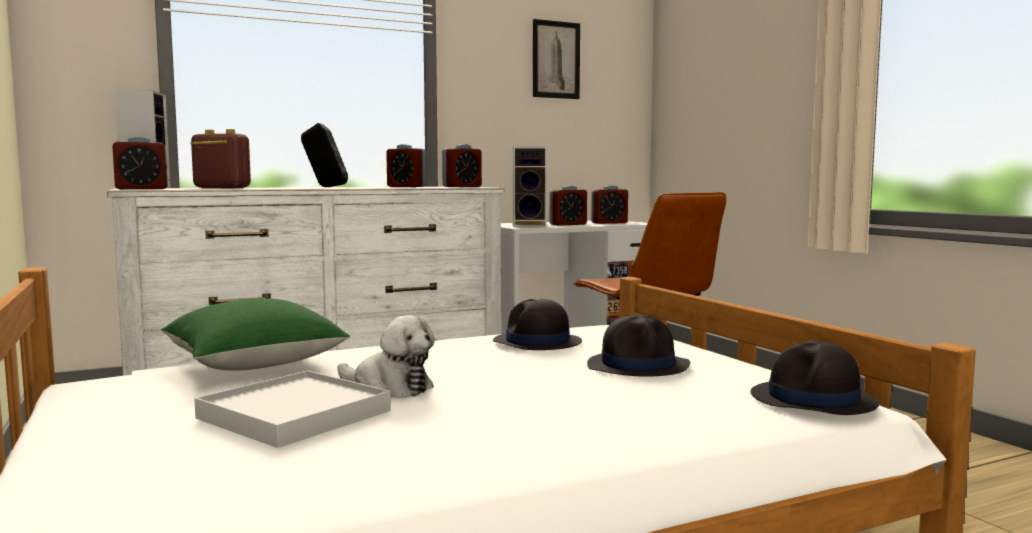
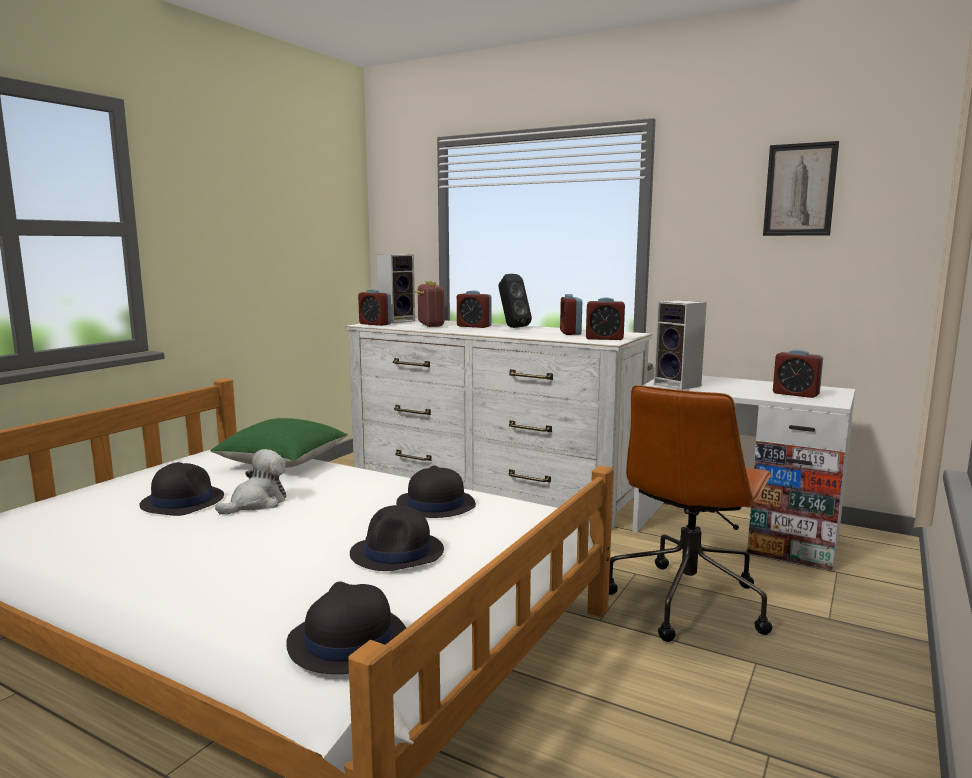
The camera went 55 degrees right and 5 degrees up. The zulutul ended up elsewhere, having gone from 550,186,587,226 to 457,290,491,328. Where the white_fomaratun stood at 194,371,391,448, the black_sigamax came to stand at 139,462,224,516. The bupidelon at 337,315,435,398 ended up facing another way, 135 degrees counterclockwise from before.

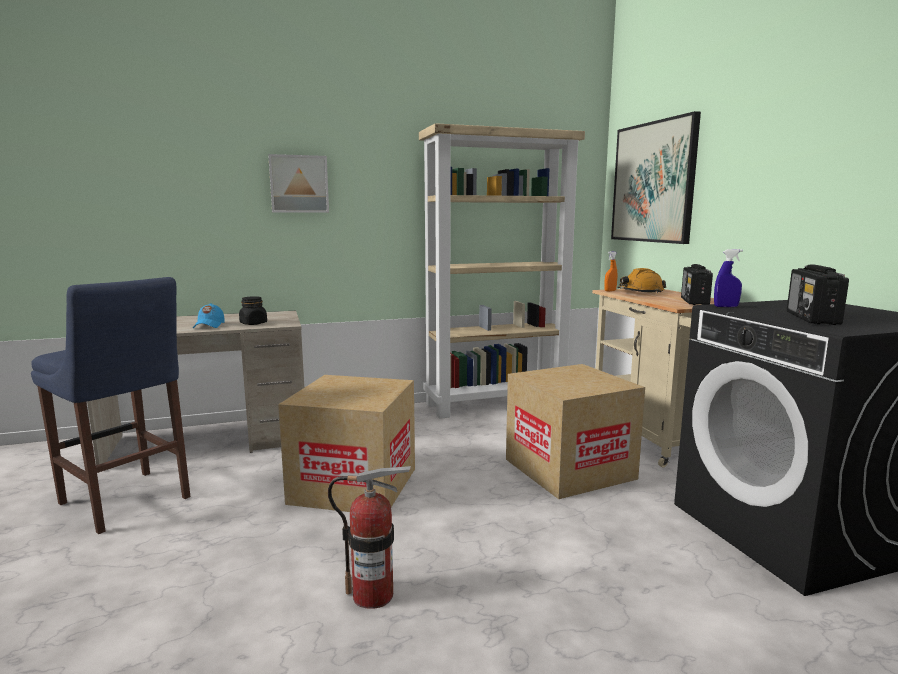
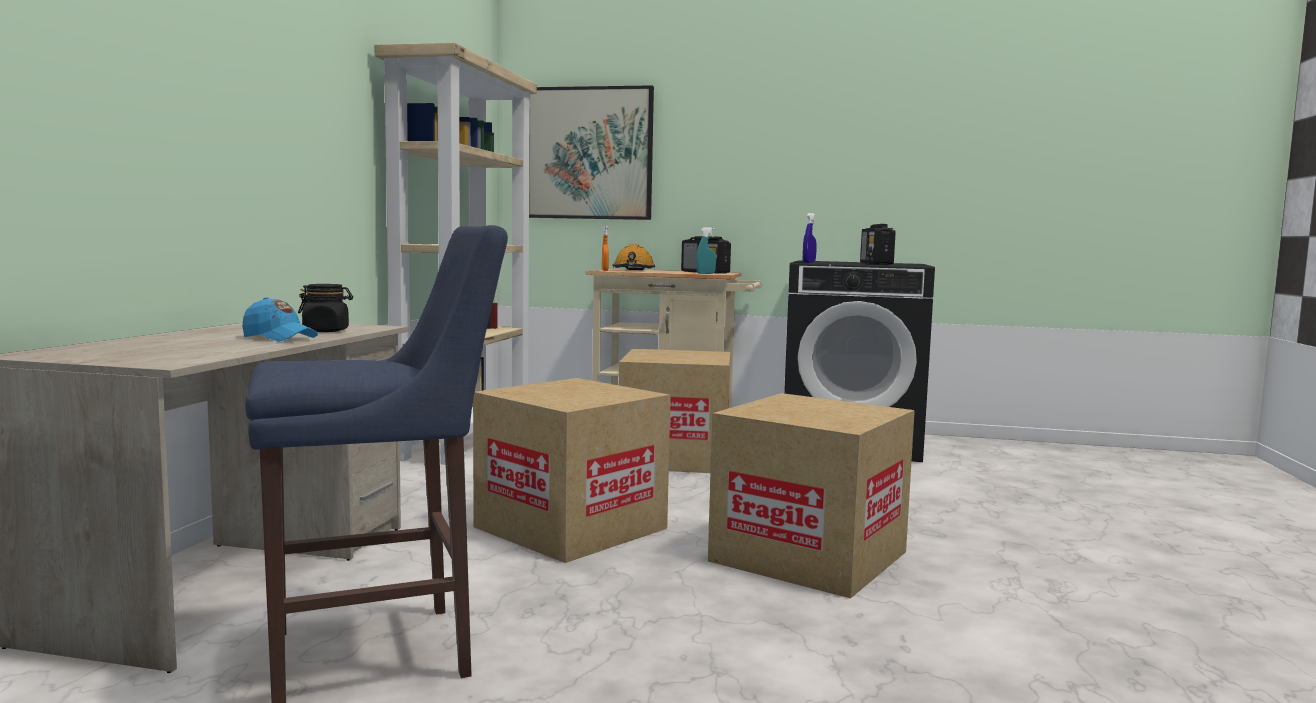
The camera went 60 degrees left and 5 degrees down. The second view lost the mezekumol at 268,154,329,213. The second view gained the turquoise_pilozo at 696,228,716,274. Where the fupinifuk stood at 328,466,411,609, the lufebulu came to stand at 708,393,915,598. The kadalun at 787,264,849,325 ended up facing another way, 45 degrees clockwise from before.

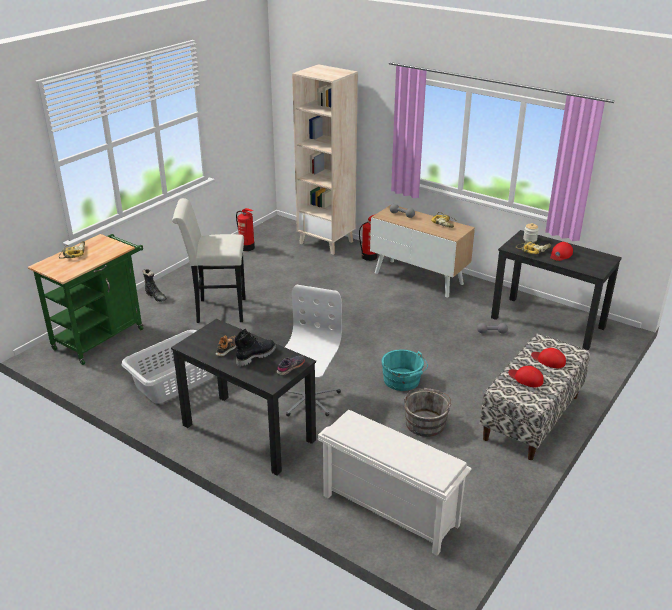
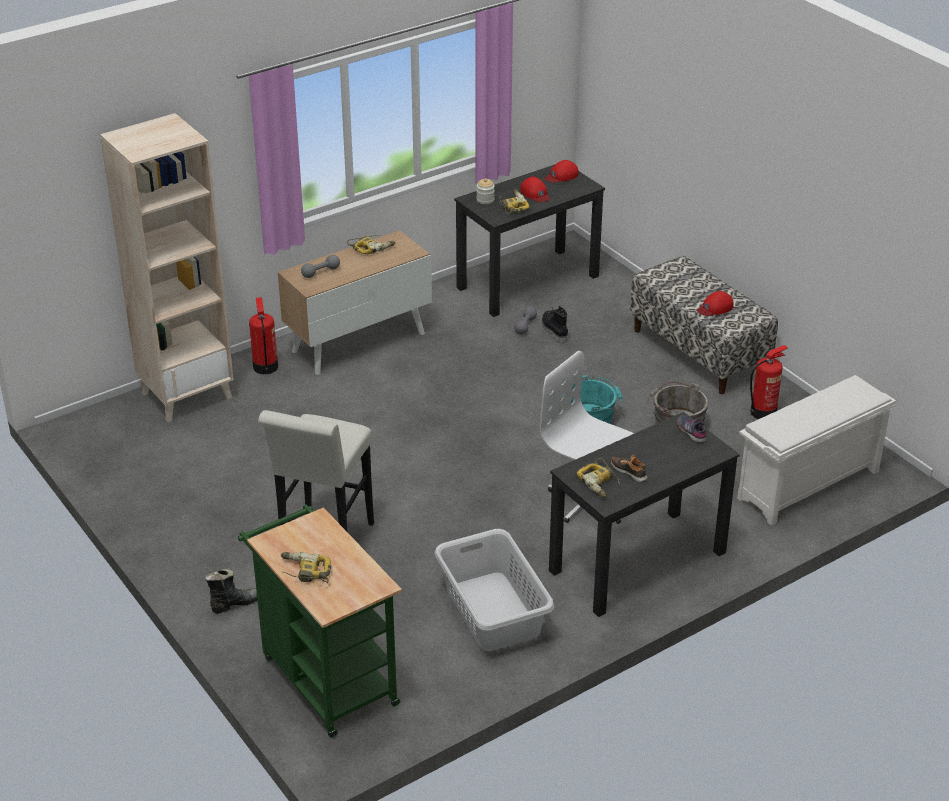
The camera went 70 degrees left and 5 degrees up. The second view gained the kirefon at 577,457,620,498. The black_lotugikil ended up elsewhere, having gone from 234,328,276,366 to 542,306,568,343. The fupinifuk ended up elsewhere, having gone from 236,208,255,251 to 750,345,788,419. The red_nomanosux ended up elsewhere, having gone from 531,348,566,368 to 544,160,579,183.

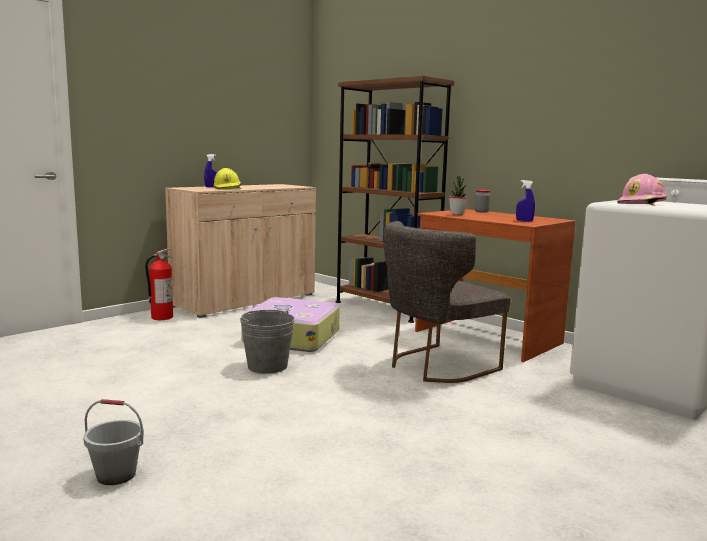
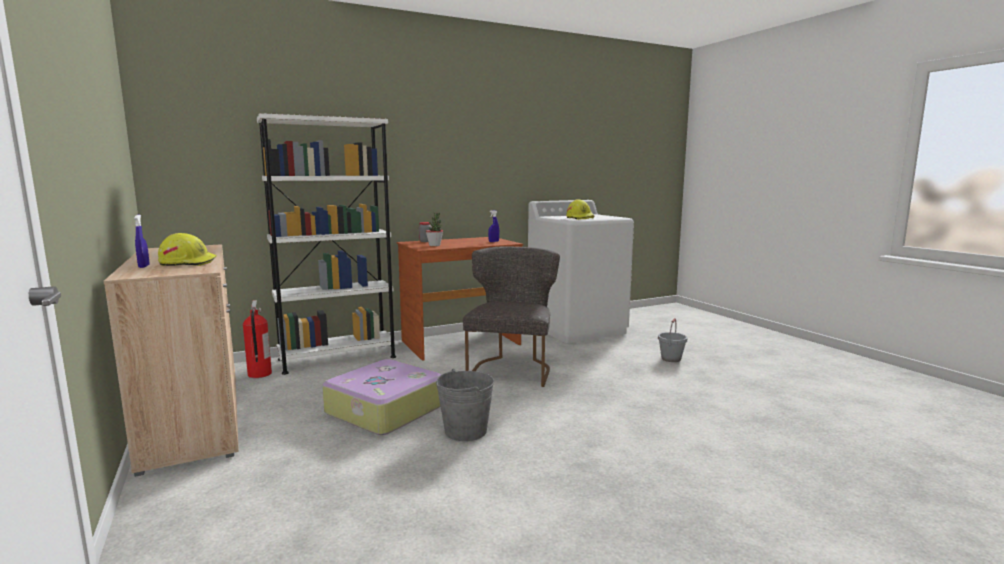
The camera went 70 degrees left and 0 degrees up. The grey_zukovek ended up elsewhere, having gone from 83,399,144,485 to 658,318,688,362. The fupinifuk ended up elsewhere, having gone from 145,248,174,320 to 243,300,272,378. What was the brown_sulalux at 336,76,454,323 turned into the white_sulalux at 257,113,396,375. What was the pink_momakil at 617,174,667,206 turned into the yellow_momakil at 566,199,594,220. The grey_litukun at 383,221,511,383 ended up facing another way, 150 degrees counterclockwise from before.

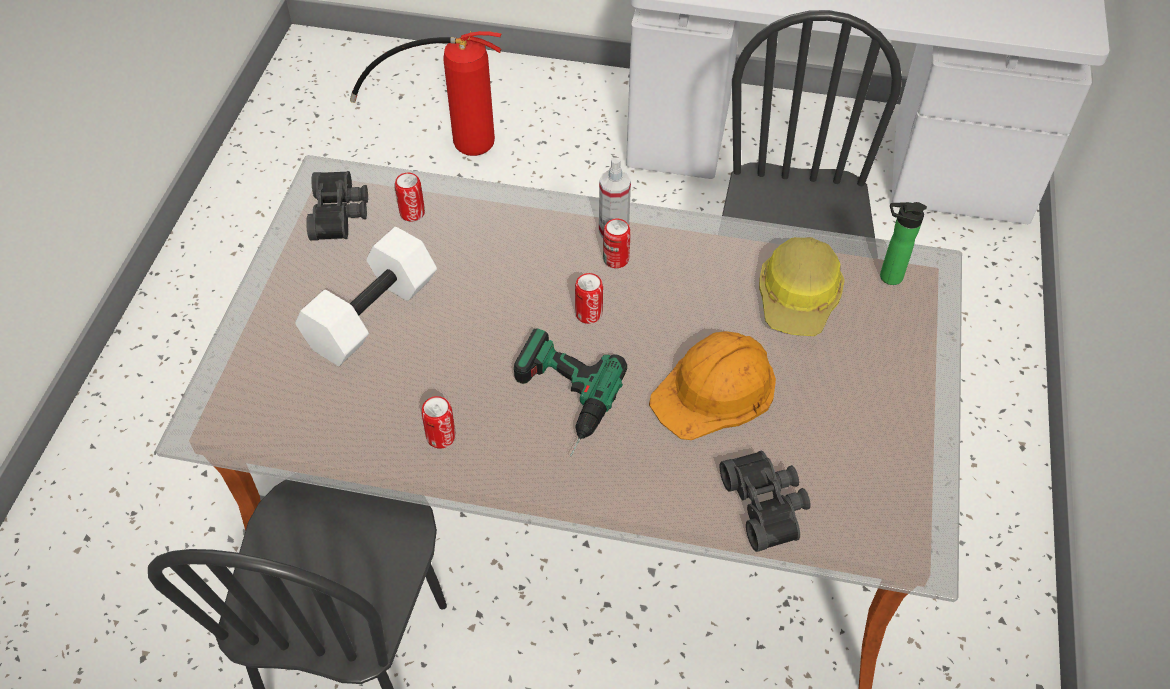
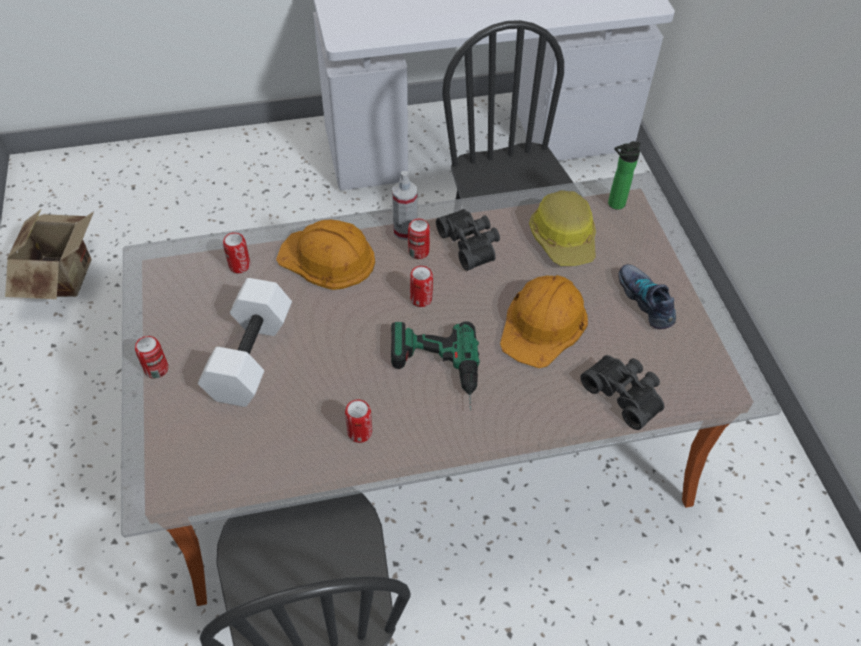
The camera went 25 degrees left and 0 degrees up. The second view lost the fupinifuk at 350,31,501,156. The second view gained the lufebulu at 5,208,94,299. The second view gained the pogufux at 135,336,168,379. The second view gained the orange_momakil at 276,219,375,290. The second view gained the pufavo at 619,264,676,329. The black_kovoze ended up elsewhere, having gone from 306,171,368,240 to 436,209,500,271.

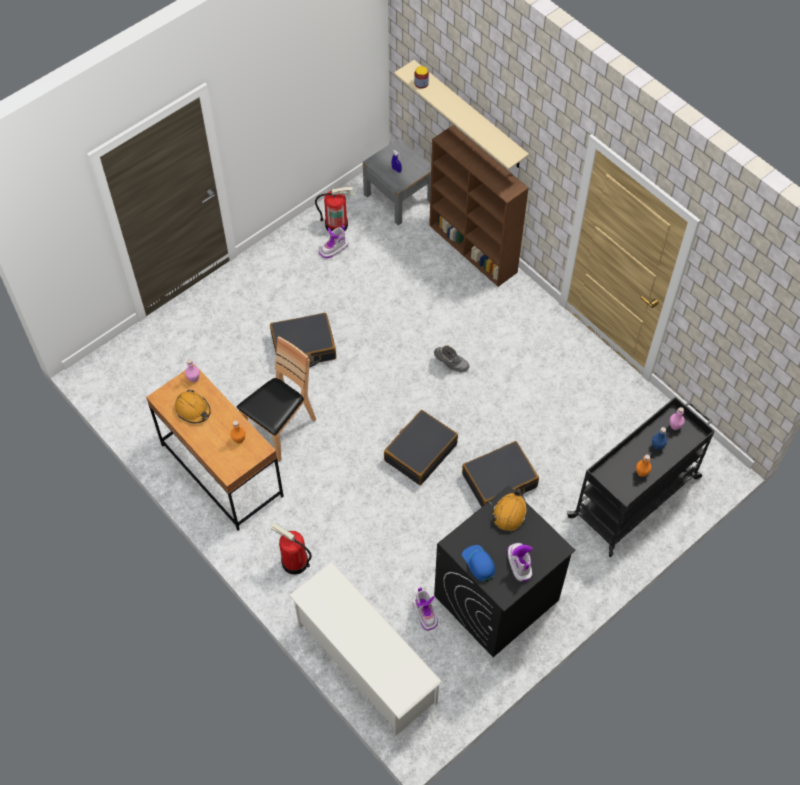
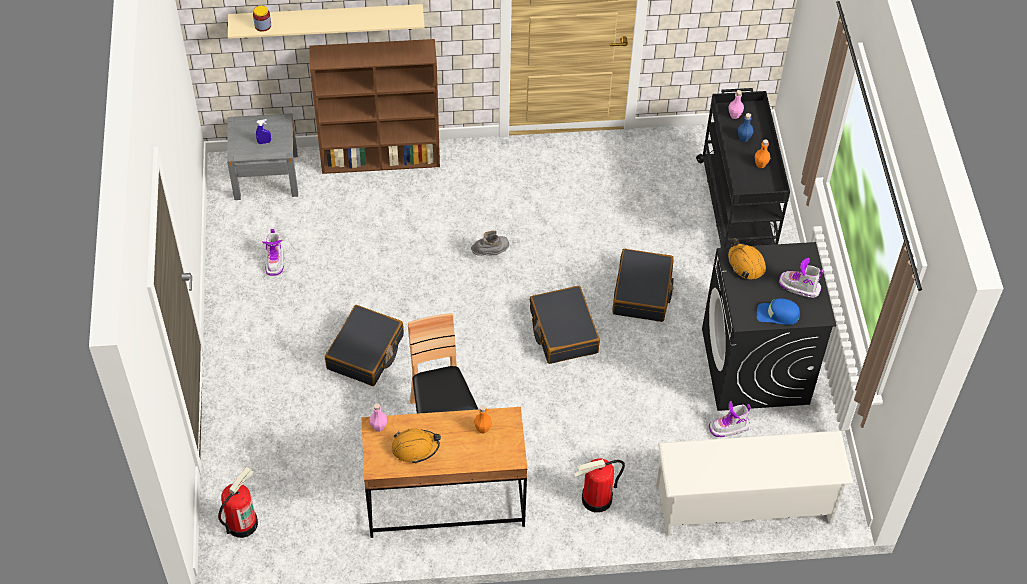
The camera went 55 degrees left and 5 degrees down. The fupinifuk ended up elsewhere, having gone from 315,187,356,232 to 218,467,258,538. The lotugikil at 413,587,438,631 ended up facing another way, 150 degrees clockwise from before.

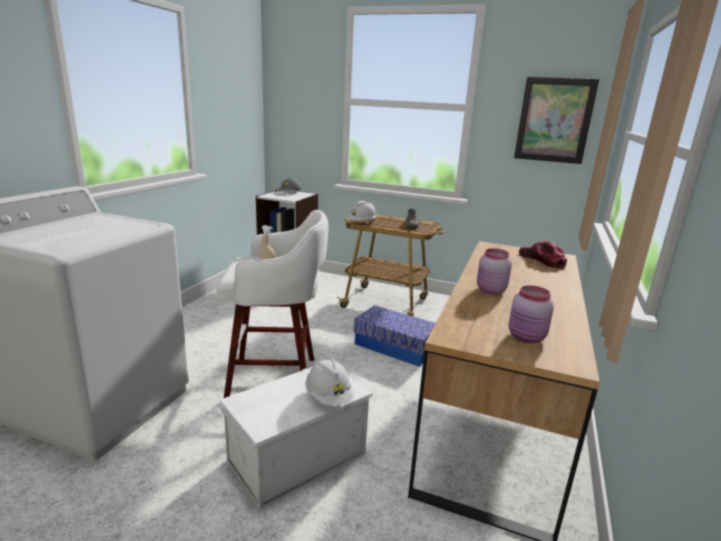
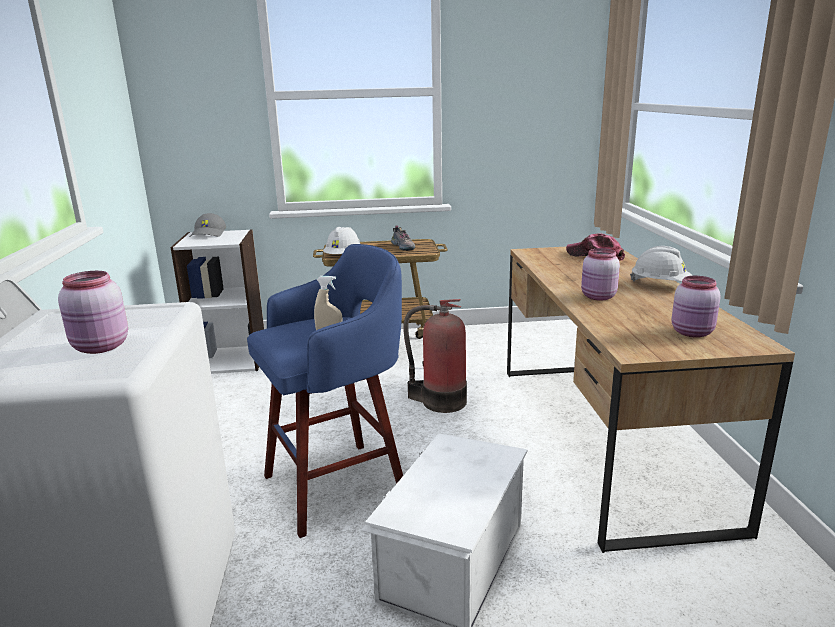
The camera went 25 degrees left and 0 degrees up. The second view lost the mezekumol at 514,77,599,164. The second view gained the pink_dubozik at 58,271,128,354. The white_momakil ended up elsewhere, having gone from 305,359,354,406 to 630,246,693,281. Where the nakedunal stood at 353,305,436,367, the fupinifuk came to stand at 404,299,467,413. What was the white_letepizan at 217,210,328,398 turned into the blue_letepizan at 247,244,403,538.

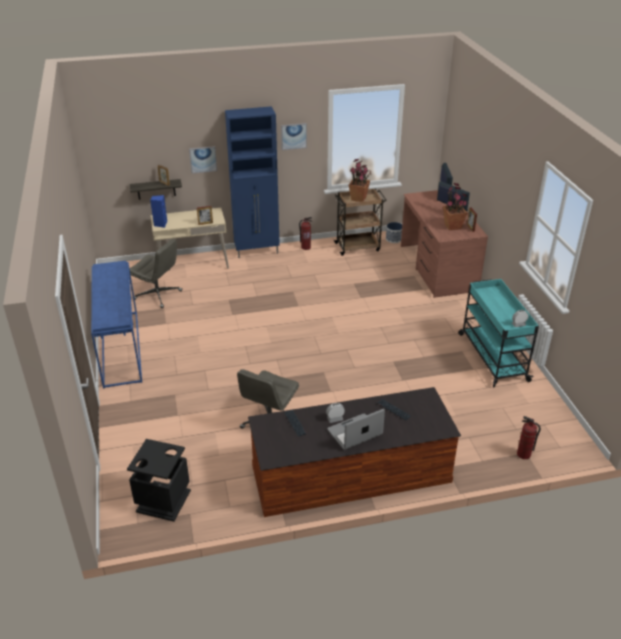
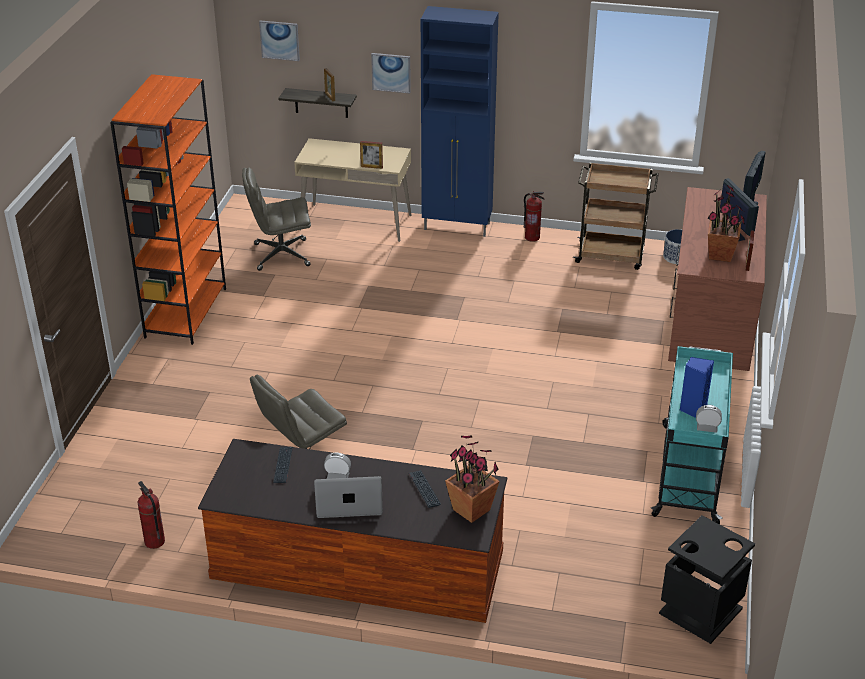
The camera went 25 degrees right and 0 degrees up. The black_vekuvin ended up elsewhere, having gone from 127,439,191,522 to 659,515,755,644. The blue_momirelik ended up elsewhere, having gone from 150,195,167,228 to 680,357,714,418. The mezekumol ended up elsewhere, having gone from 281,123,307,150 to 259,20,300,61. The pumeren ended up elsewhere, having gone from 349,159,371,202 to 445,435,500,523. The fupinifuk ended up elsewhere, having gone from 517,416,541,459 to 138,481,165,549. Where the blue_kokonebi stood at 91,261,142,388, the orange_sulalux came to stand at 110,74,226,345. The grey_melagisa at 130,239,182,308 ended up facing another way, 120 degrees clockwise from before.

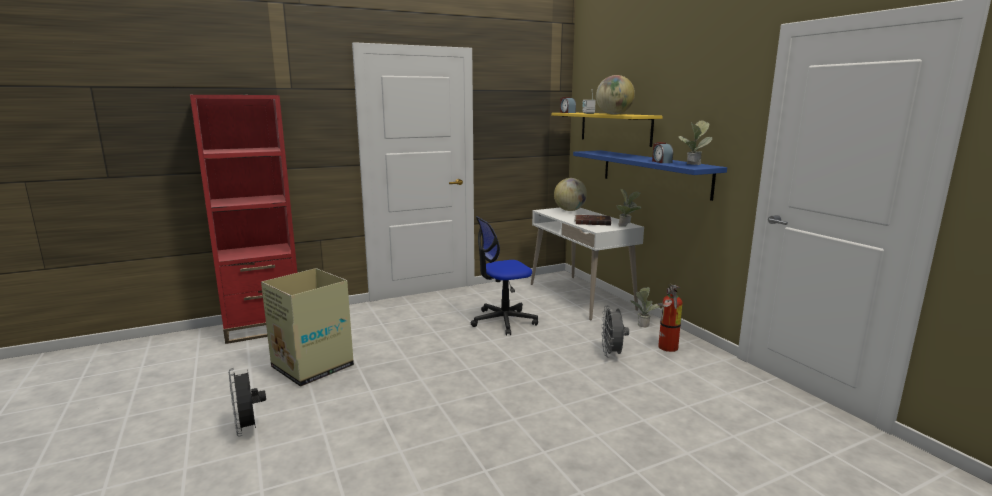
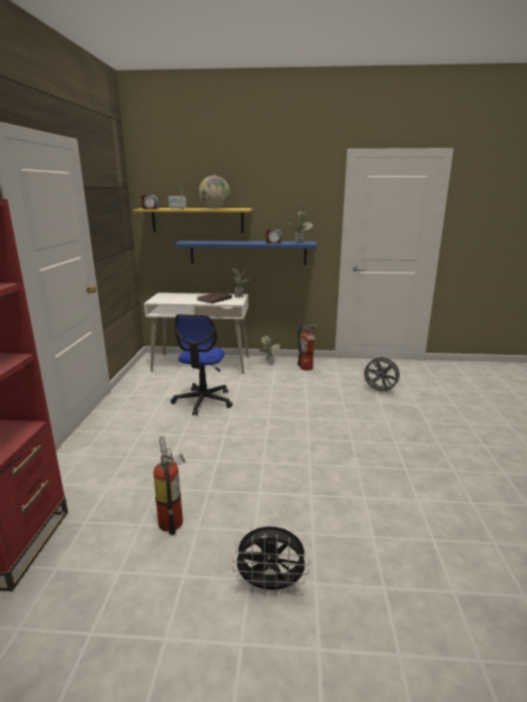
The camera went 60 degrees left and 5 degrees up. The second view lost the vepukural at 554,178,587,211. The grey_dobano ended up elsewhere, having gone from 601,305,629,357 to 362,357,400,394. Where the lufebulu stood at 261,268,354,387, the fupinifuk came to stand at 153,436,186,535.

